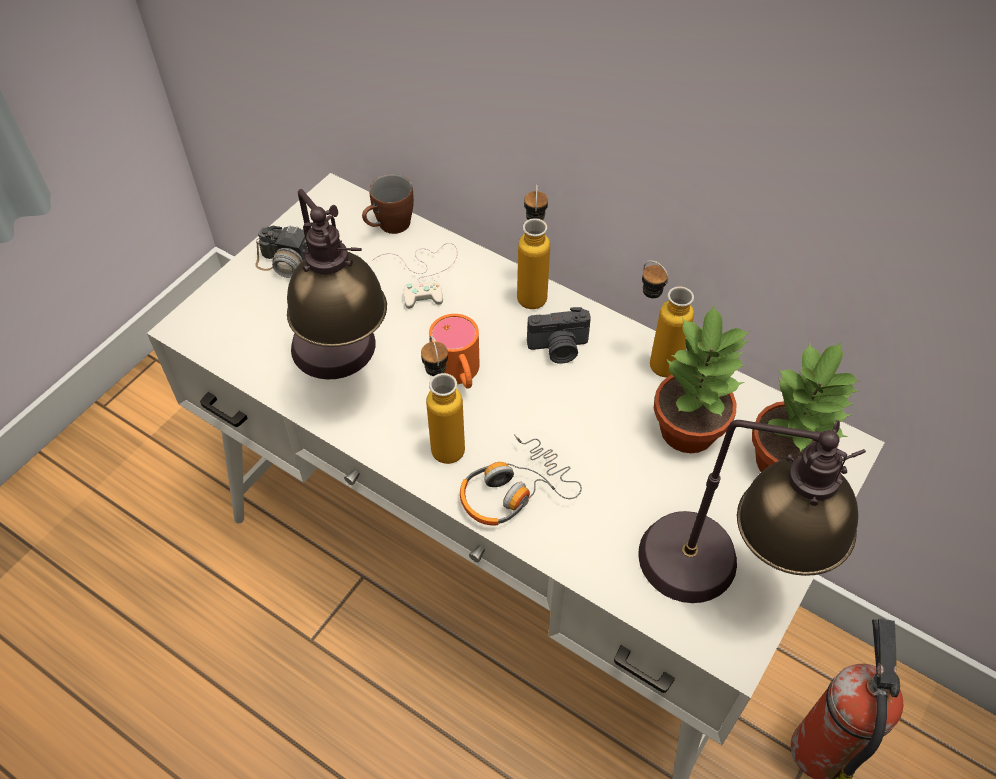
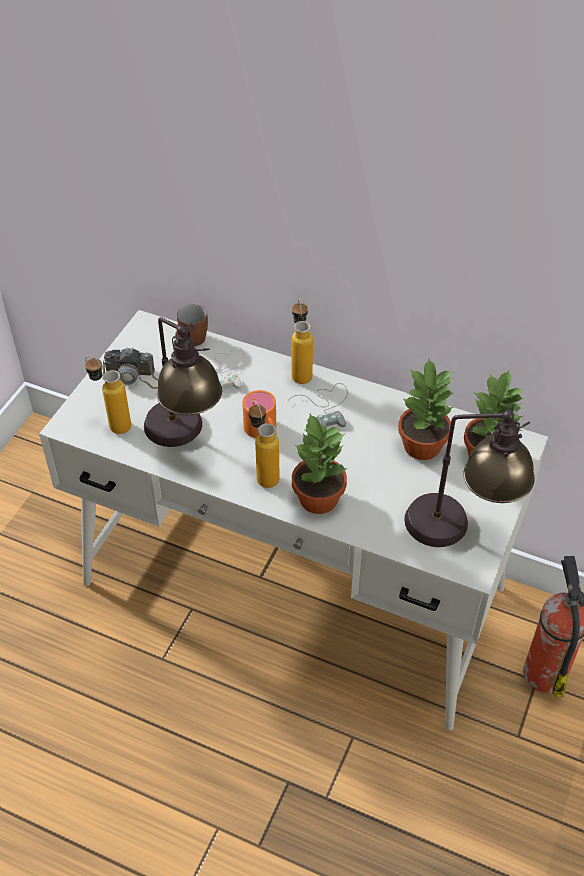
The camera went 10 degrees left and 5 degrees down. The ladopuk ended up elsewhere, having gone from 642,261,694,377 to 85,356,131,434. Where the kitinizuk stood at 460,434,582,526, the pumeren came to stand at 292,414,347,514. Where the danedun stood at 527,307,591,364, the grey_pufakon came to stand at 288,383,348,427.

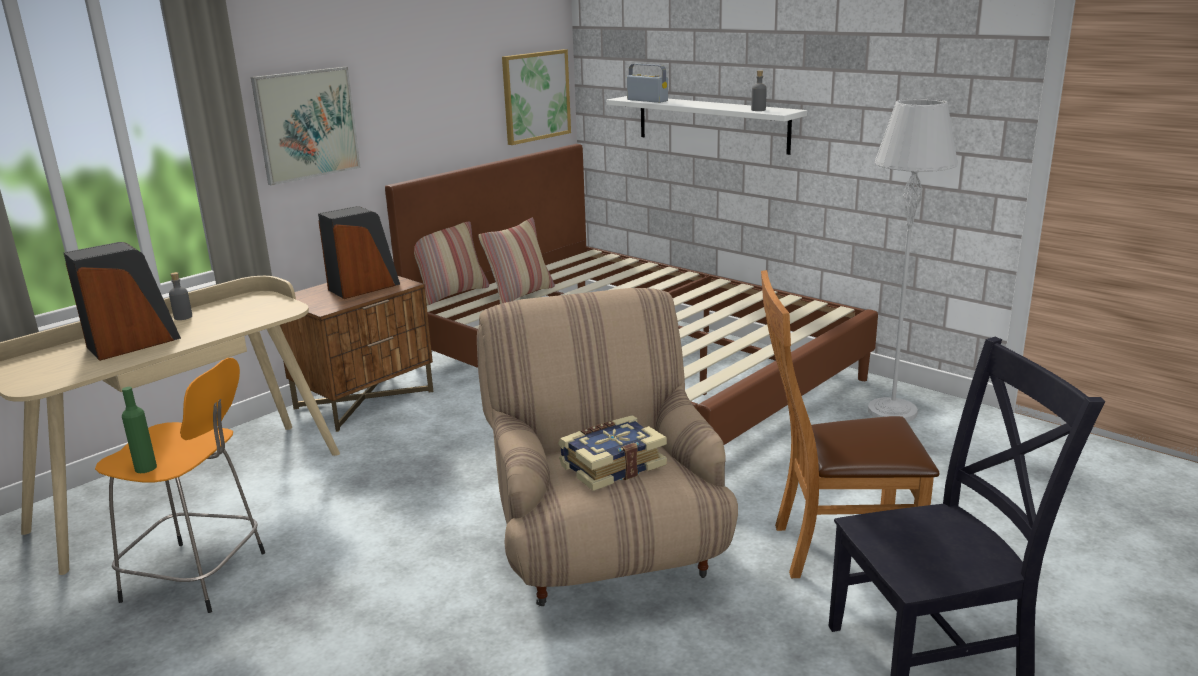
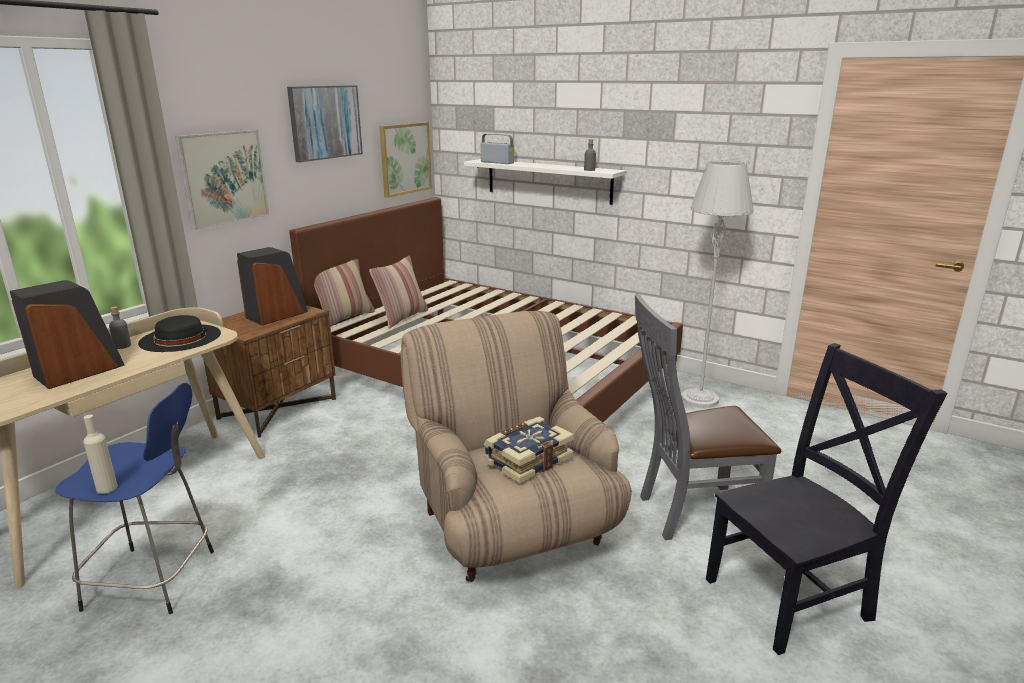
The camera went 10 degrees left and 0 degrees up. The second view gained the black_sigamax at 138,315,221,352. The second view gained the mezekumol at 287,85,363,162. What was the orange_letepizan at 95,358,265,613 turned into the blue_letepizan at 55,383,214,614. What was the green_ladopuk at 122,387,157,473 turned into the beige_ladopuk at 83,415,118,494. What was the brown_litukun at 761,270,939,578 turned into the grey_litukun at 635,294,781,540.

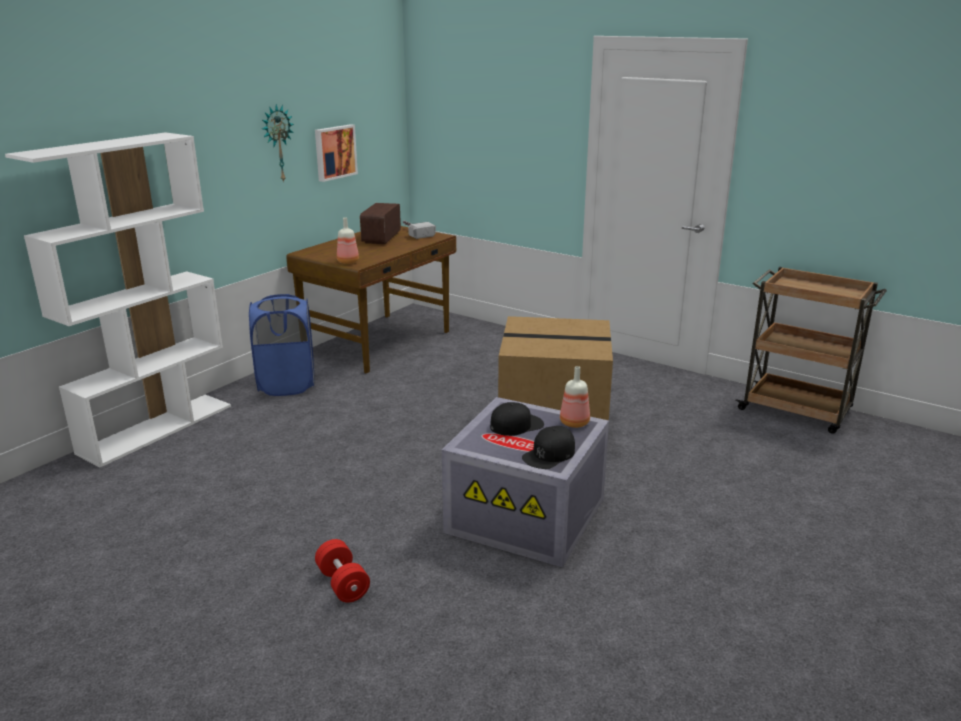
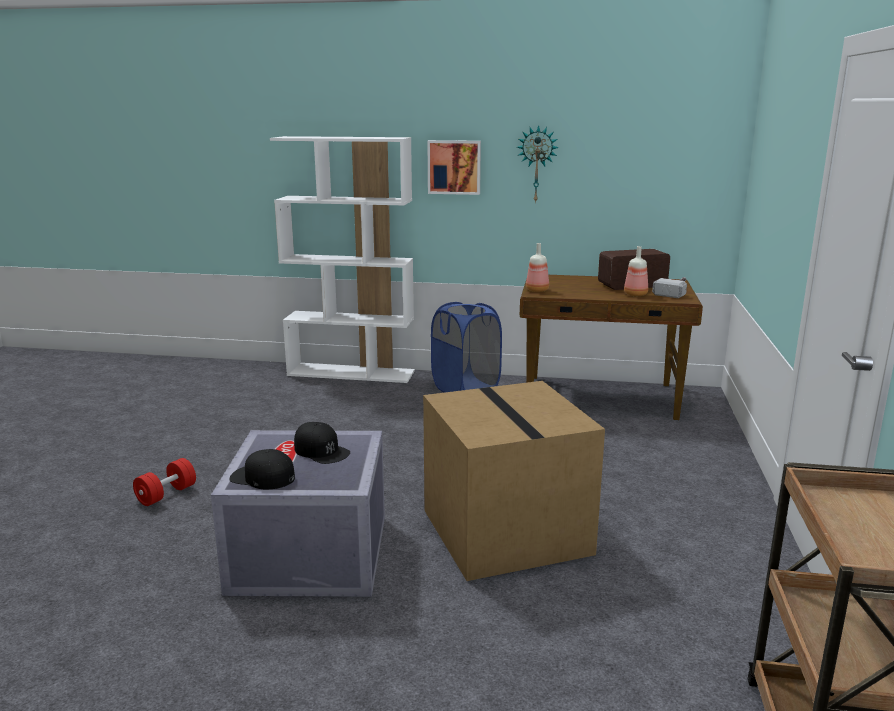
The camera went 65 degrees right and 5 degrees down. The mezekumol ended up elsewhere, having gone from 315,124,358,182 to 428,140,481,195. The ladopuk ended up elsewhere, having gone from 560,366,590,428 to 624,246,648,296.

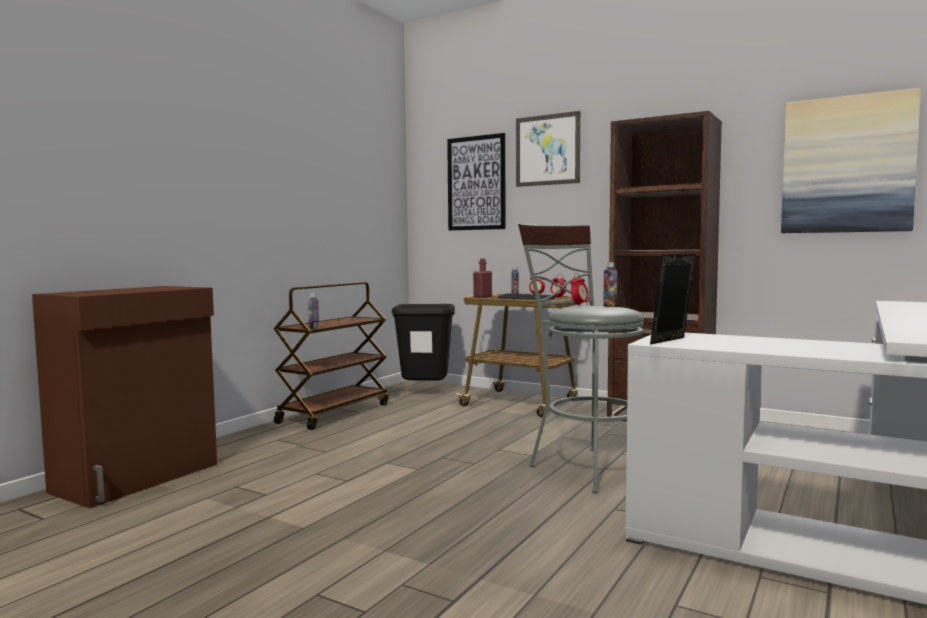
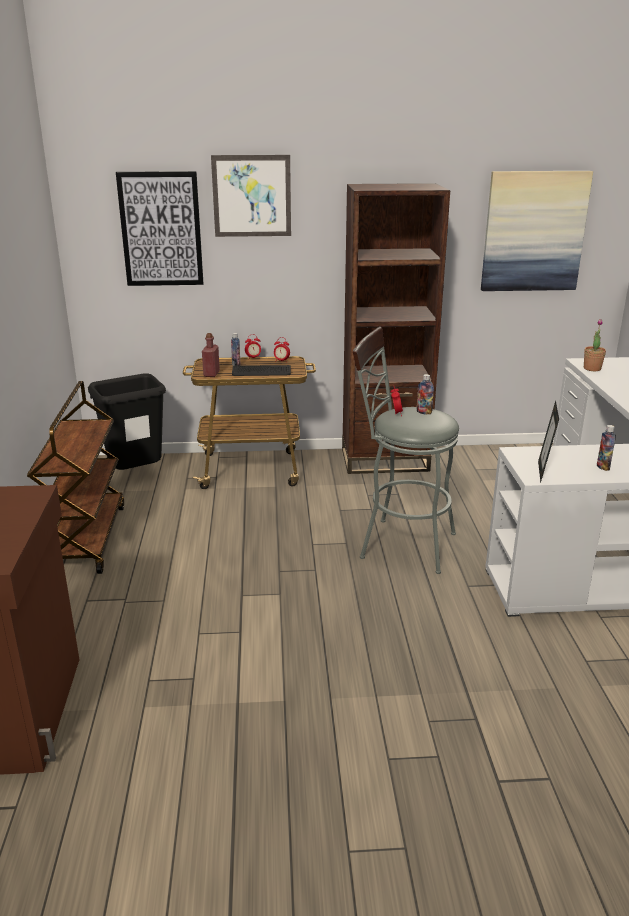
The camera went 35 degrees left and 20 degrees up. The second view gained the pumeren at 584,319,606,371. The ladopuk ended up elsewhere, having gone from 308,294,319,329 to 597,425,616,471.

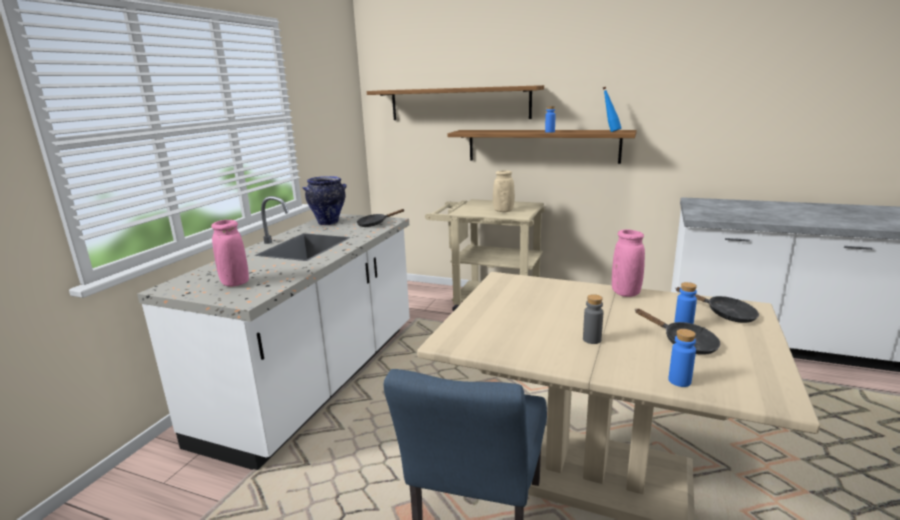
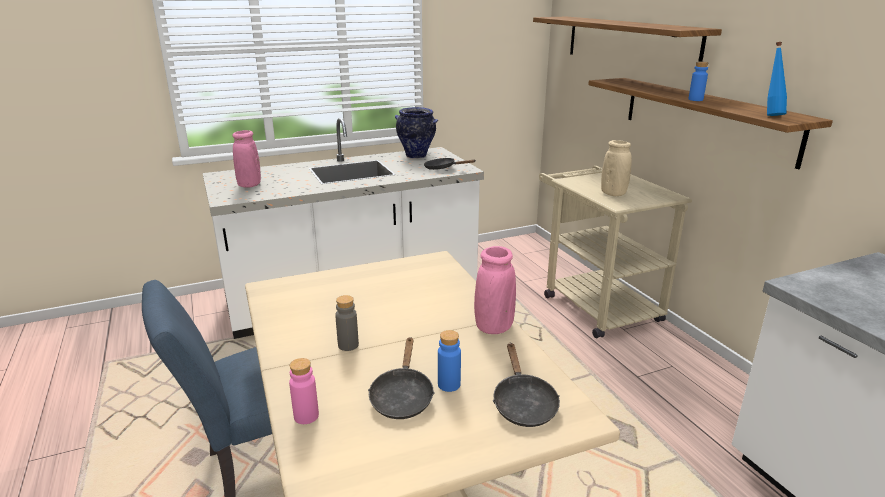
The camera went 45 degrees right and 5 degrees up. What was the blue_ladopuk at 668,329,696,387 turned into the pink_ladopuk at 289,358,319,424.

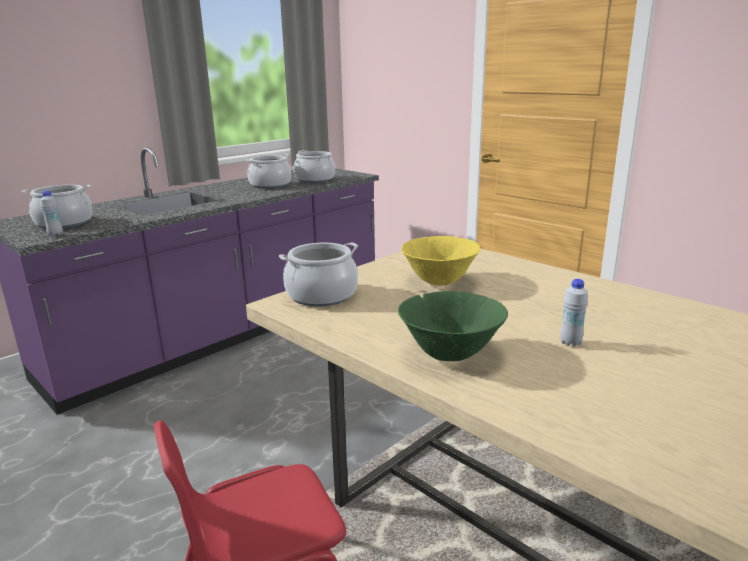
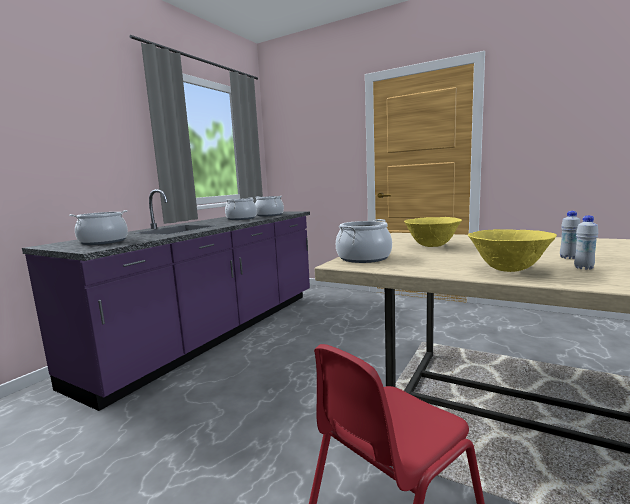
The camera went 15 degrees left and 10 degrees down. The white_ladopuk ended up elsewhere, having gone from 40,191,63,236 to 574,215,598,270. What was the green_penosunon at 398,291,508,361 turned into the yellow_penosunon at 468,229,557,272.

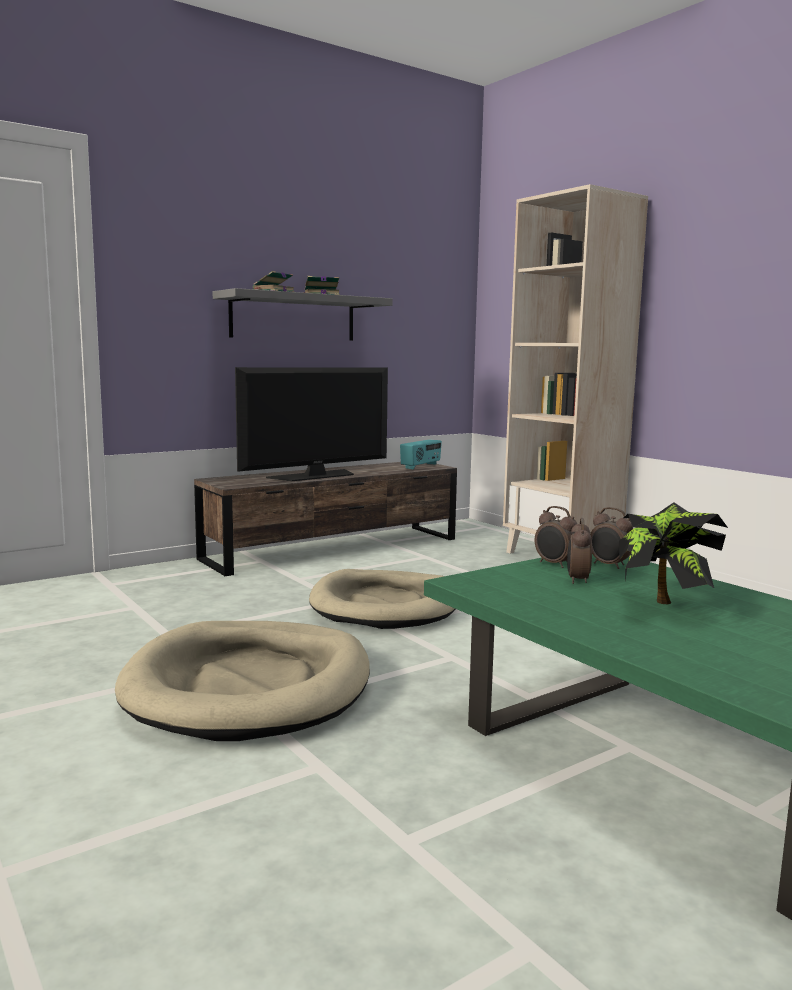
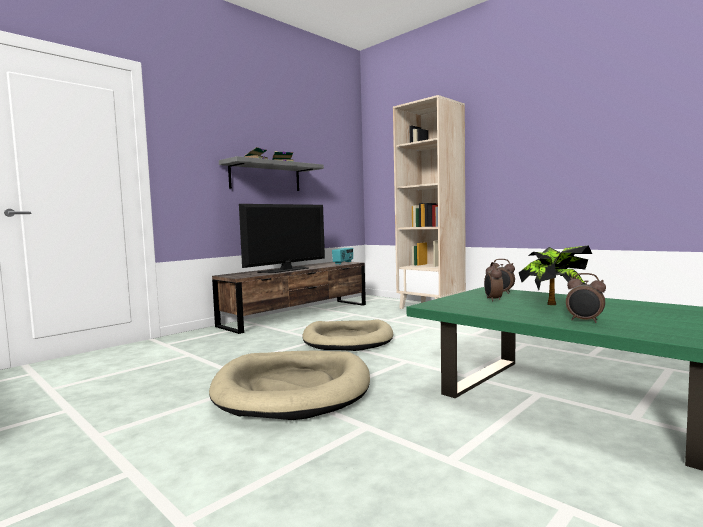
The camera went 10 degrees left and 5 degrees down. The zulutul ended up elsewhere, having gone from 535,506,577,568 to 566,273,606,323.

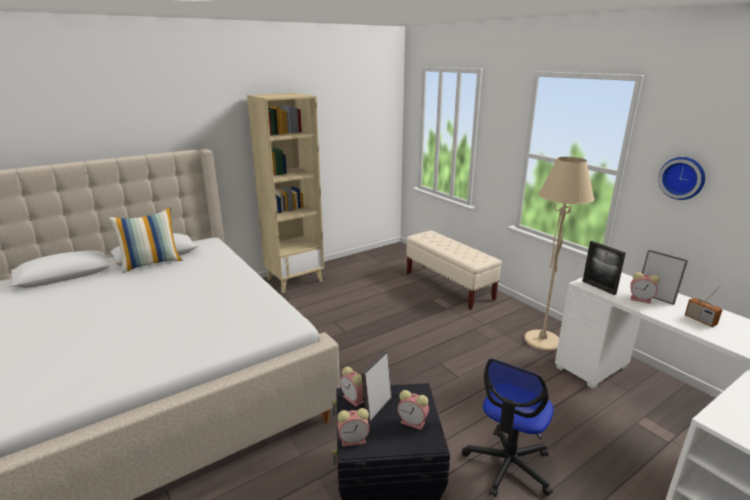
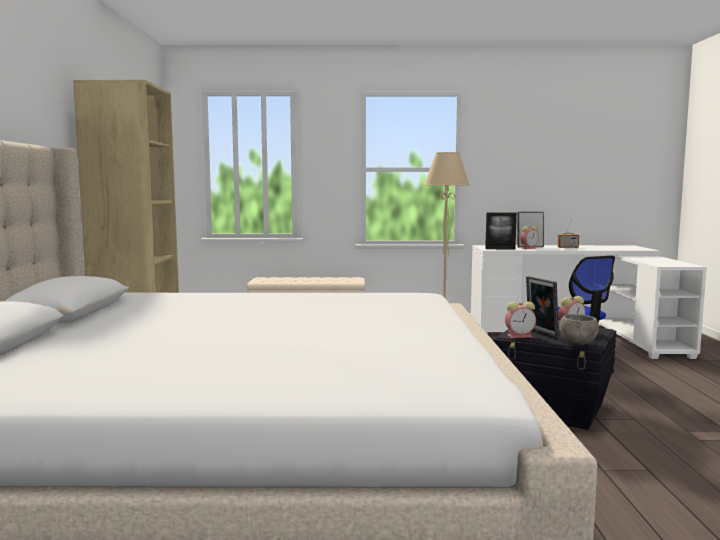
The camera went 55 degrees left and 15 degrees down. The second view lost the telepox at 109,207,182,273. The second view lost the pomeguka at 658,157,705,200. Where the zulutul stood at 337,408,369,447, the grey_penosunon came to stand at 559,314,599,345.

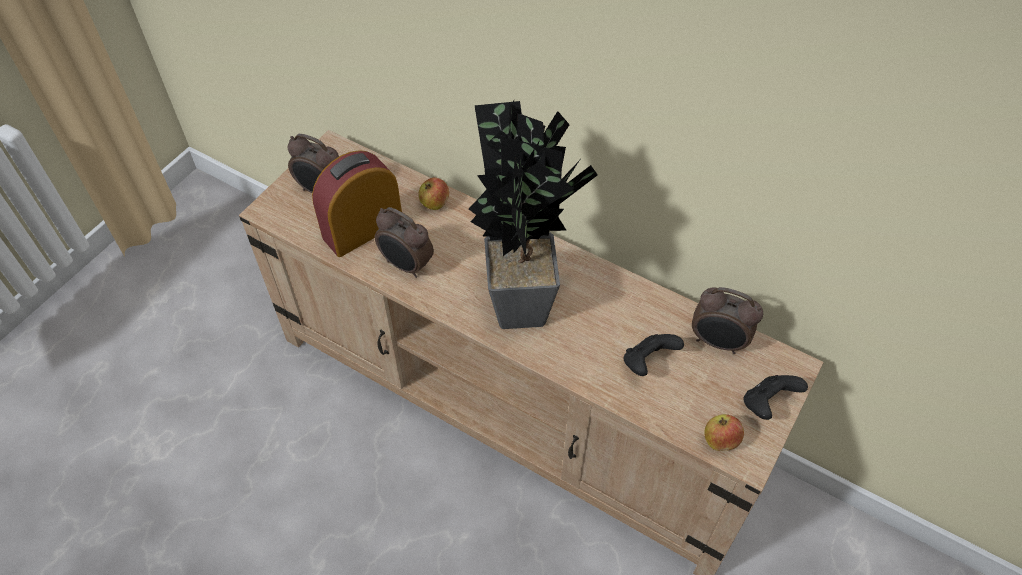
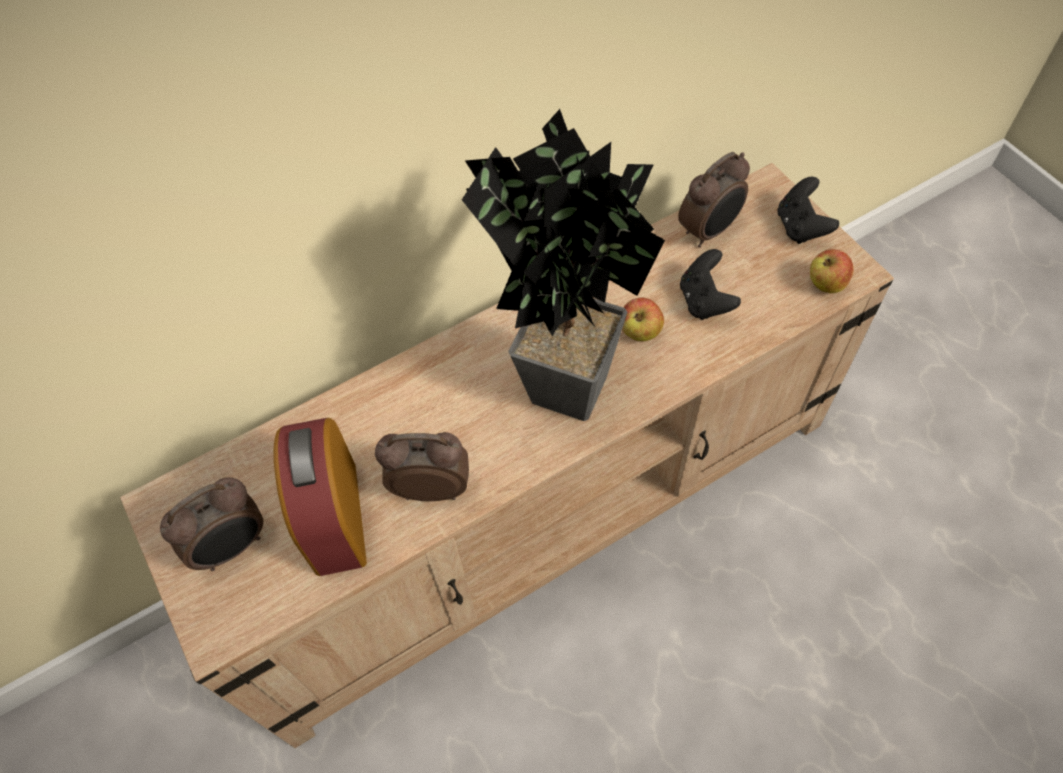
The camera went 60 degrees left and 5 degrees up. The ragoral ended up elsewhere, having gone from 419,178,449,210 to 622,298,664,341. The zulutul at 375,207,434,278 ended up facing another way, 150 degrees counterclockwise from before.

